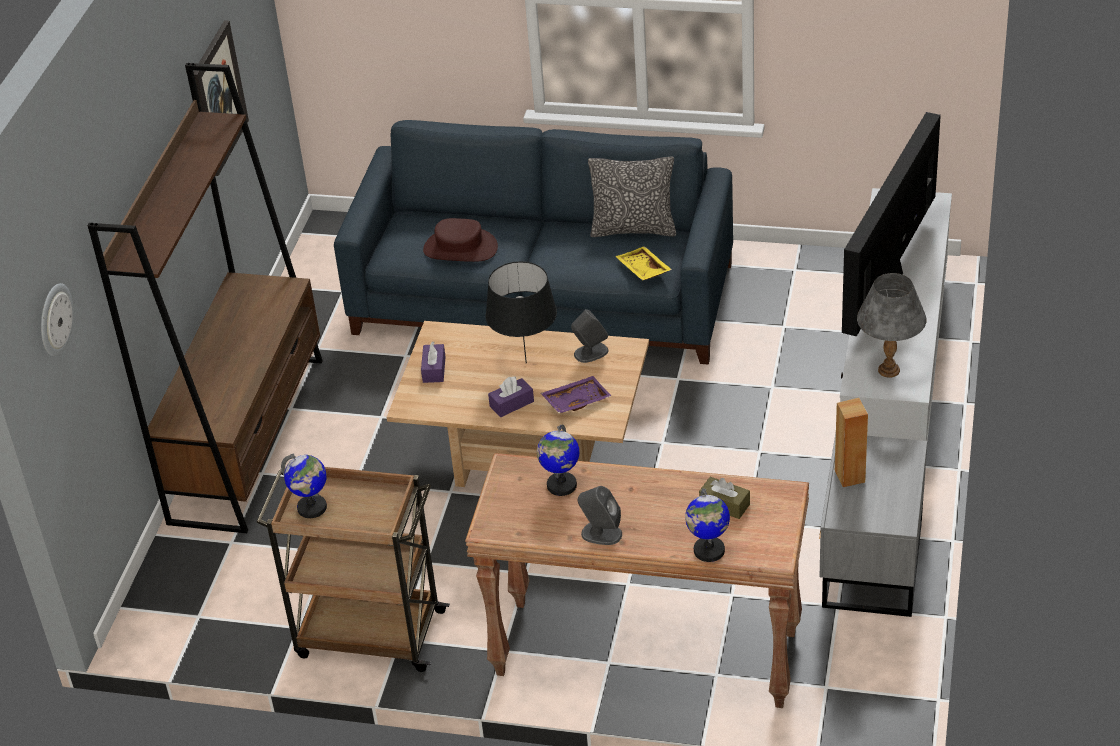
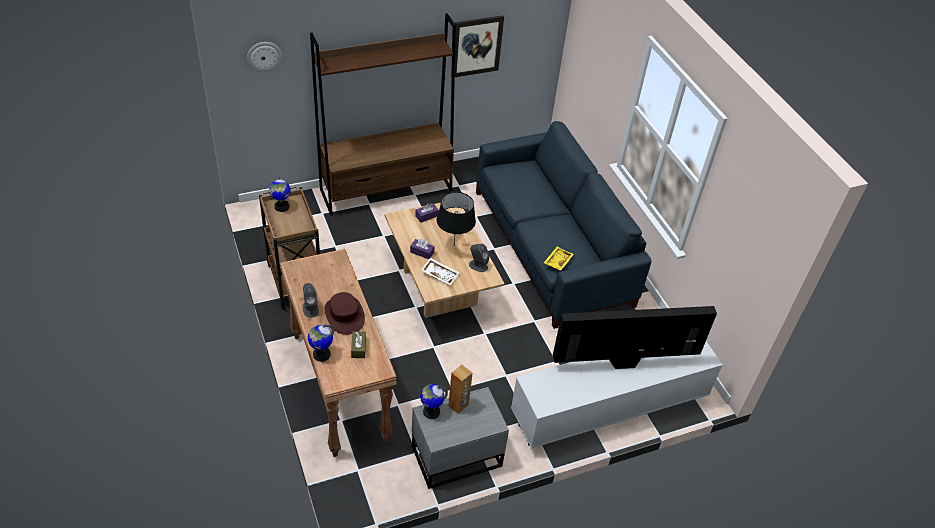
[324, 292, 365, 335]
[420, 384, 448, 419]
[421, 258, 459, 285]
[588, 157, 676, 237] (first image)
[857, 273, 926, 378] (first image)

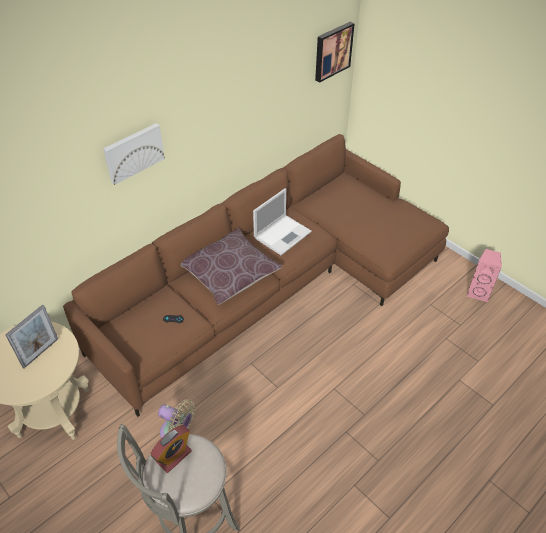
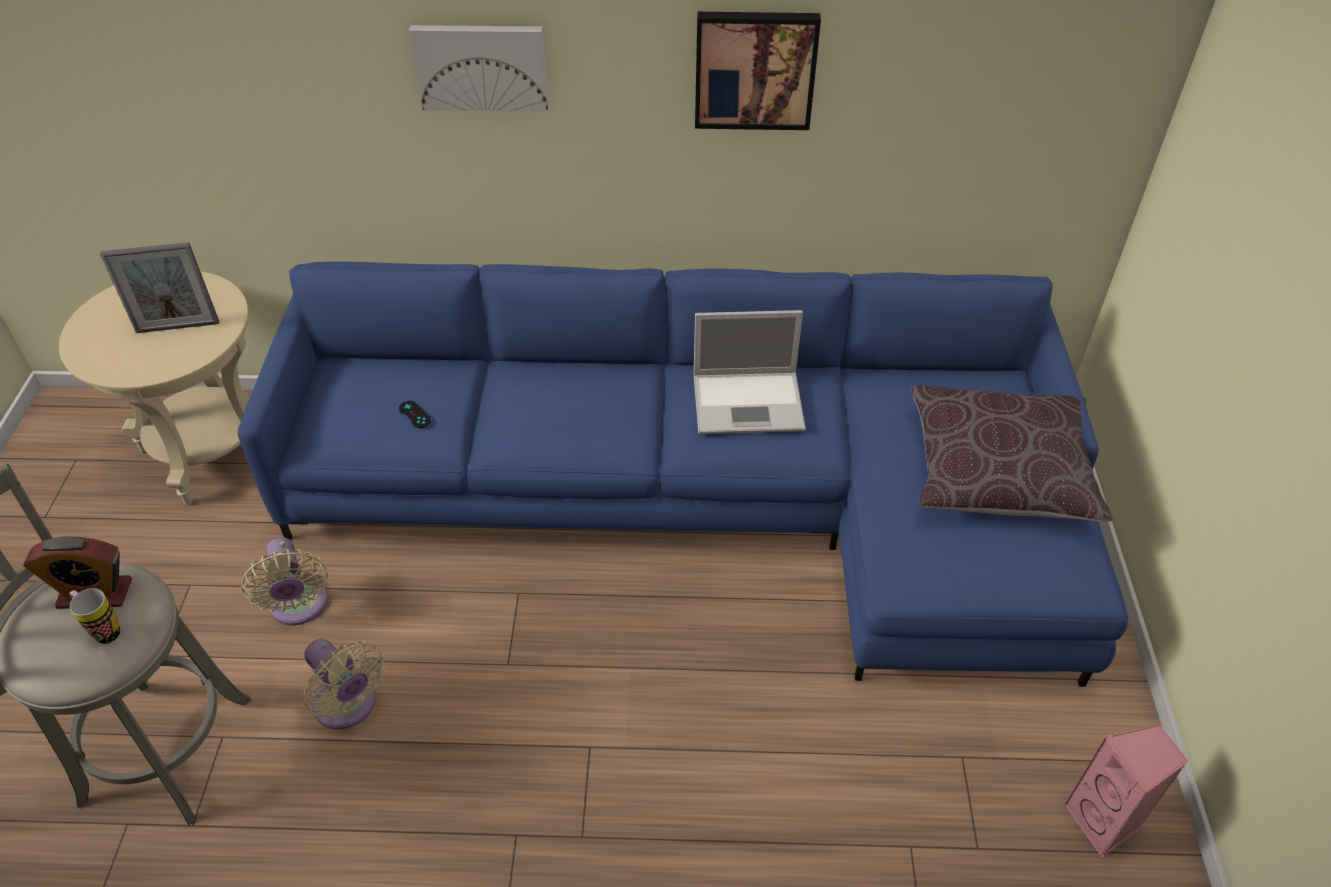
[69, 588, 120, 644]
[238, 262, 1128, 687]
[304, 639, 384, 730]
[695, 12, 821, 130]
[912, 385, 1113, 522]

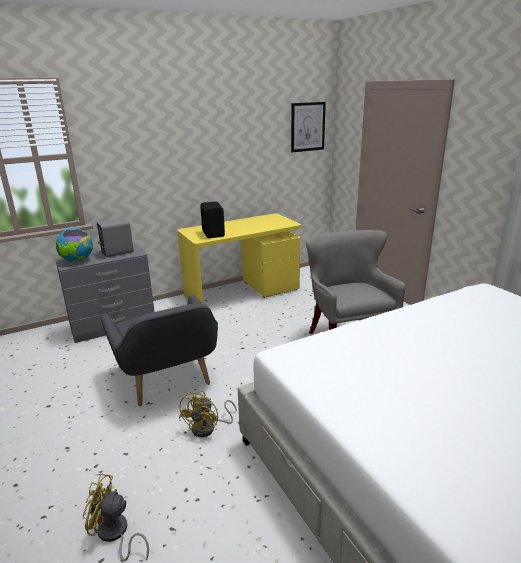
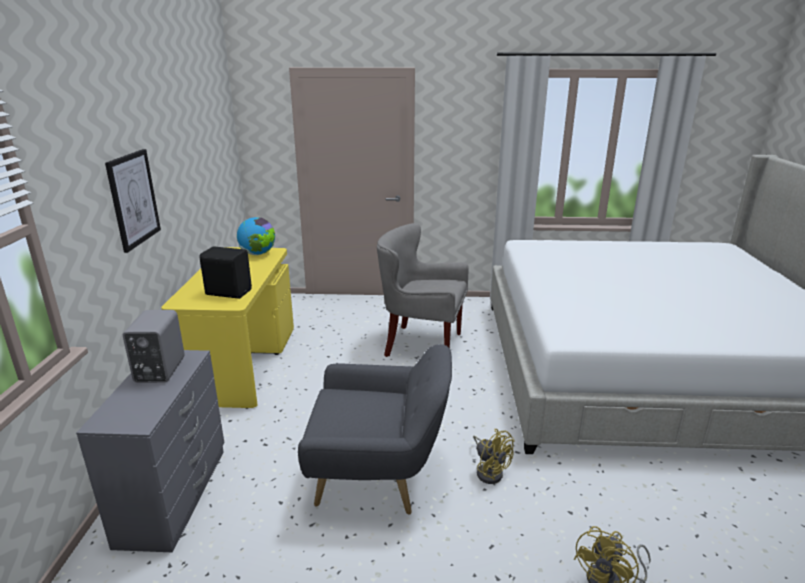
[105, 149, 161, 253]
[237, 217, 275, 255]

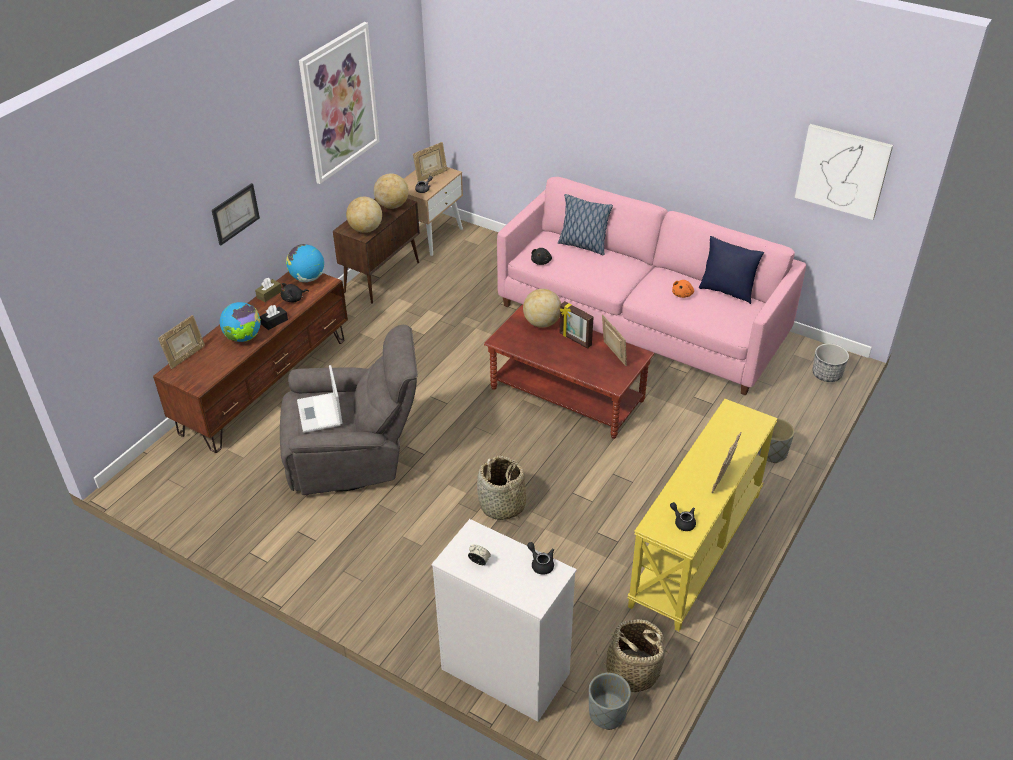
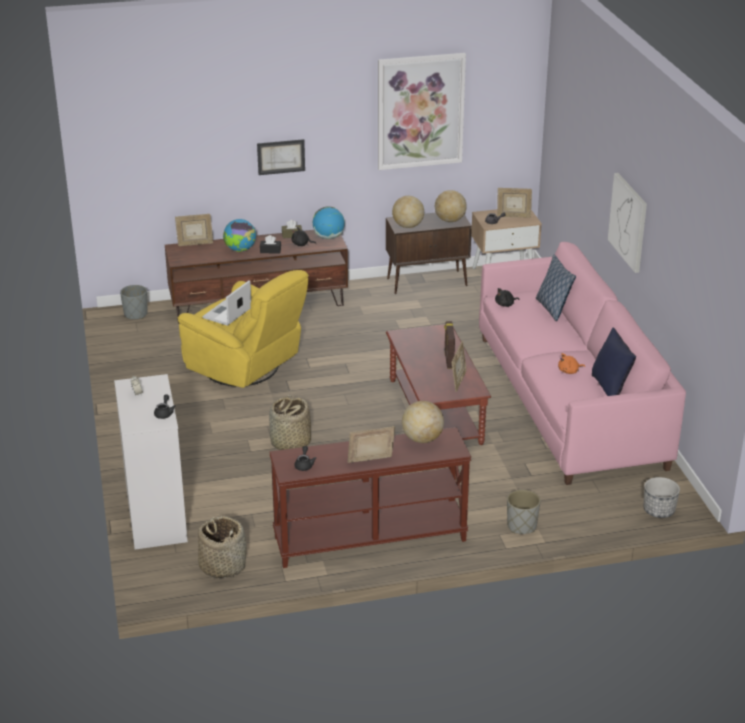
[120, 285, 148, 319]
[178, 270, 309, 388]
[270, 427, 471, 568]
[402, 401, 444, 443]
[608, 173, 647, 273]

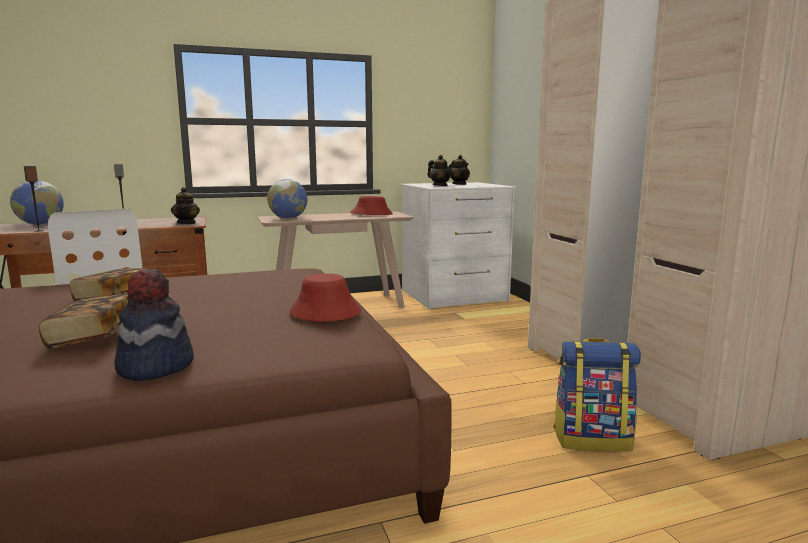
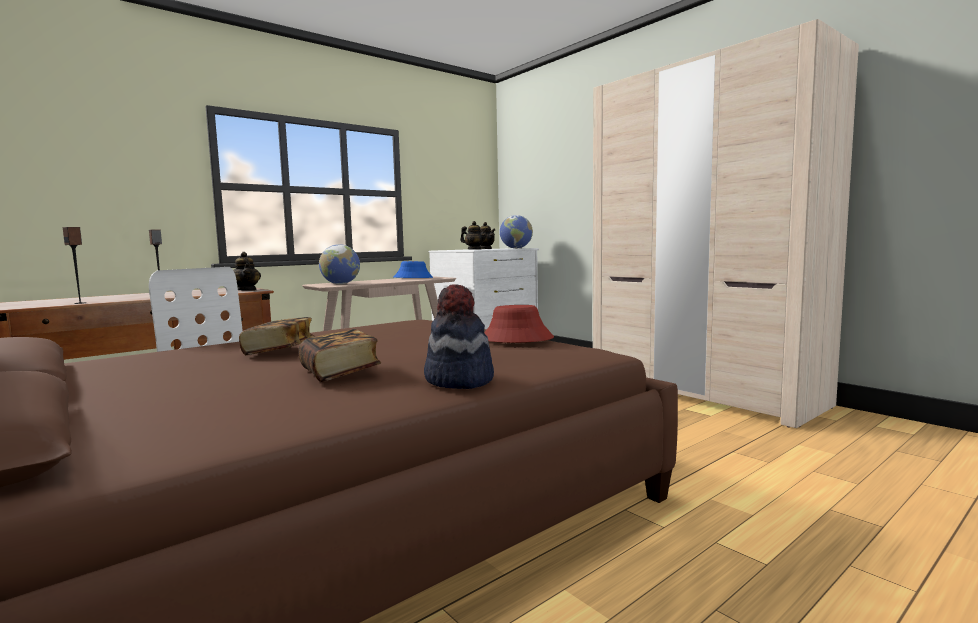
[394, 261, 433, 278]
[500, 215, 533, 249]
[553, 338, 641, 451] (first image)

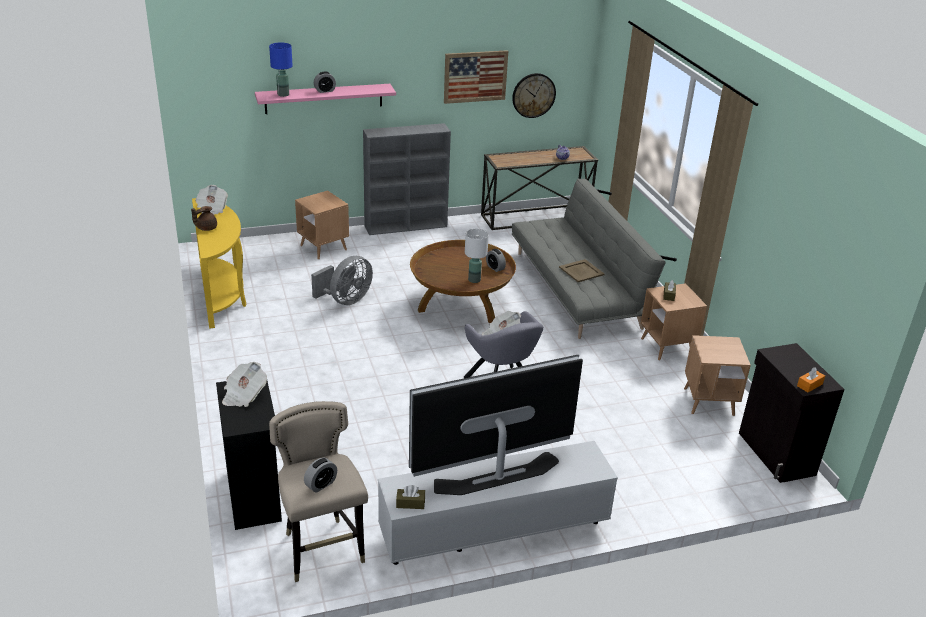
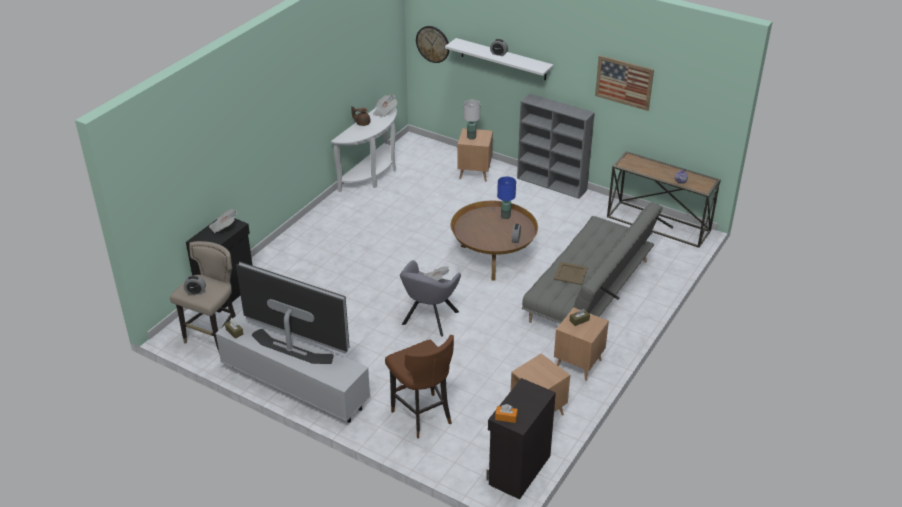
[331, 107, 397, 192]
[385, 335, 454, 438]
[416, 26, 450, 63]
[445, 38, 553, 80]
[464, 100, 480, 139]
[497, 176, 516, 219]
[311, 256, 373, 305] (first image)

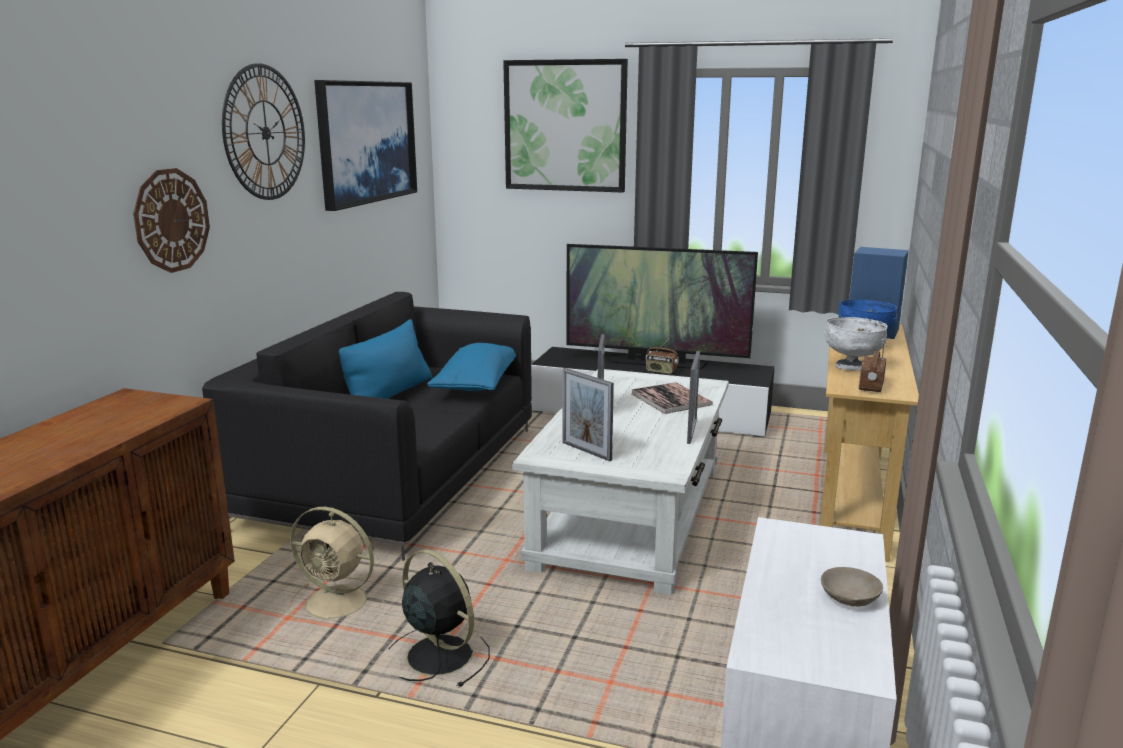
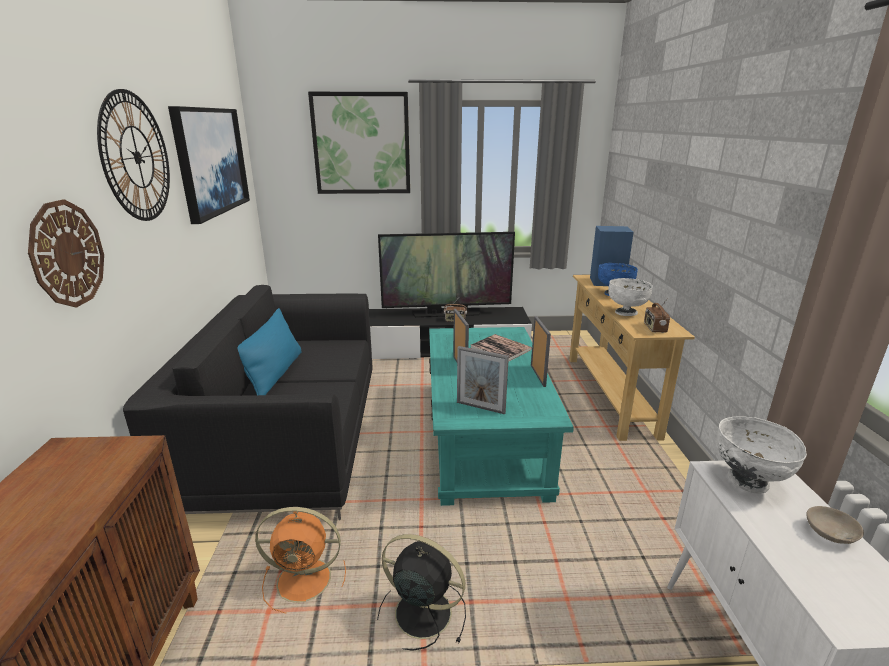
[255, 507, 346, 614]
[429, 327, 574, 506]
[717, 416, 807, 494]
[427, 343, 516, 391] (first image)

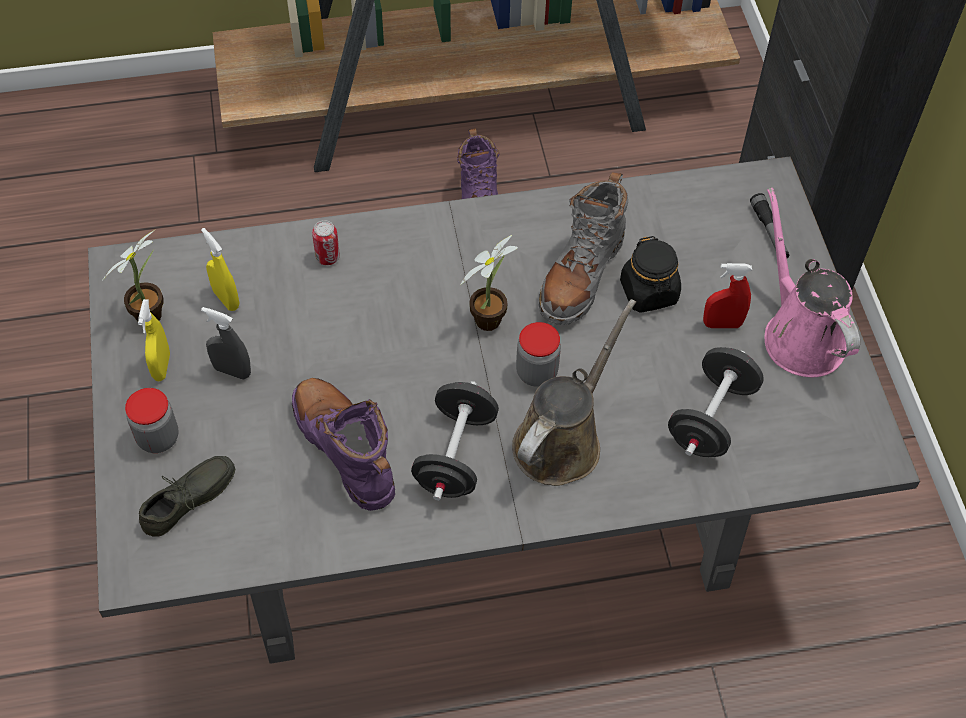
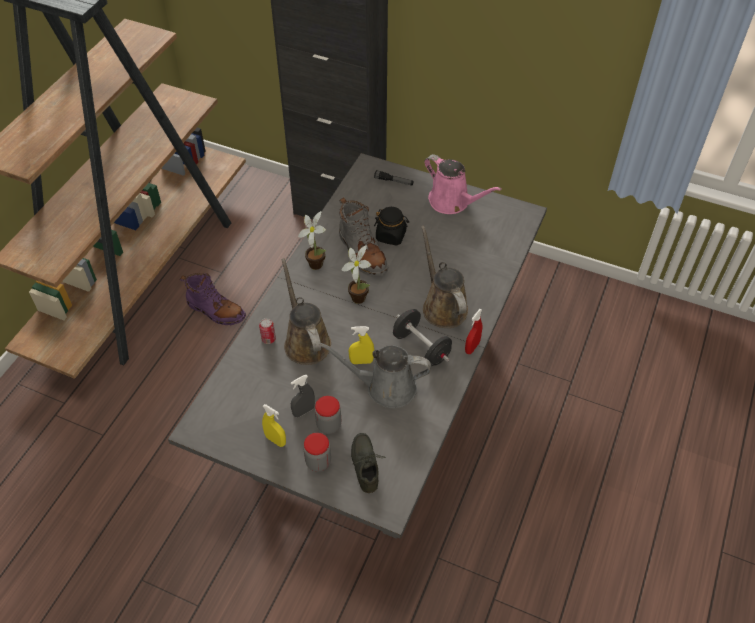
[281, 258, 331, 365]
[298, 211, 326, 270]
[315, 396, 341, 434]
[319, 343, 431, 409]
[349, 326, 374, 364]
[424, 154, 502, 214]
[465, 309, 482, 354]
[668, 347, 764, 457] (first image)

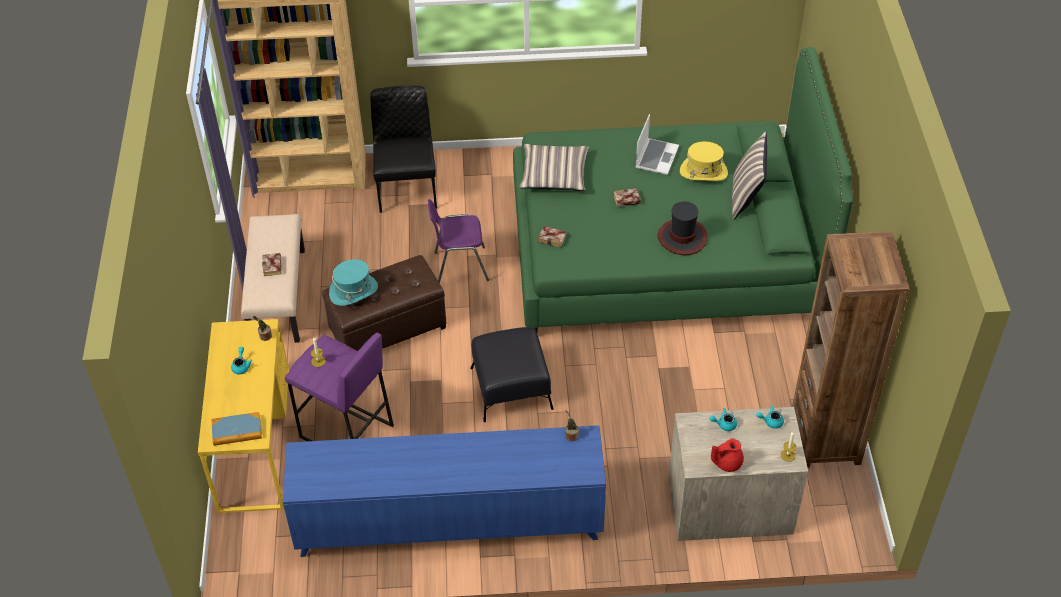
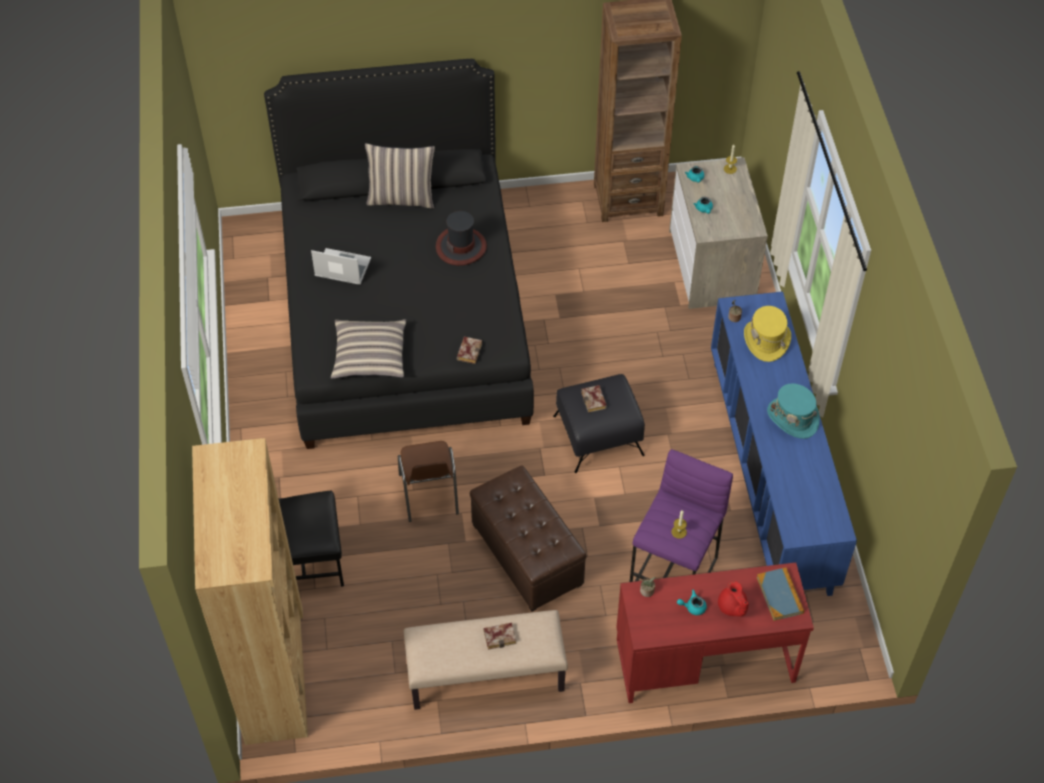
[264, 59, 534, 449]
[398, 441, 459, 522]
[581, 385, 607, 413]
[616, 562, 814, 703]
[718, 581, 749, 616]
[744, 306, 791, 362]
[767, 383, 820, 439]

